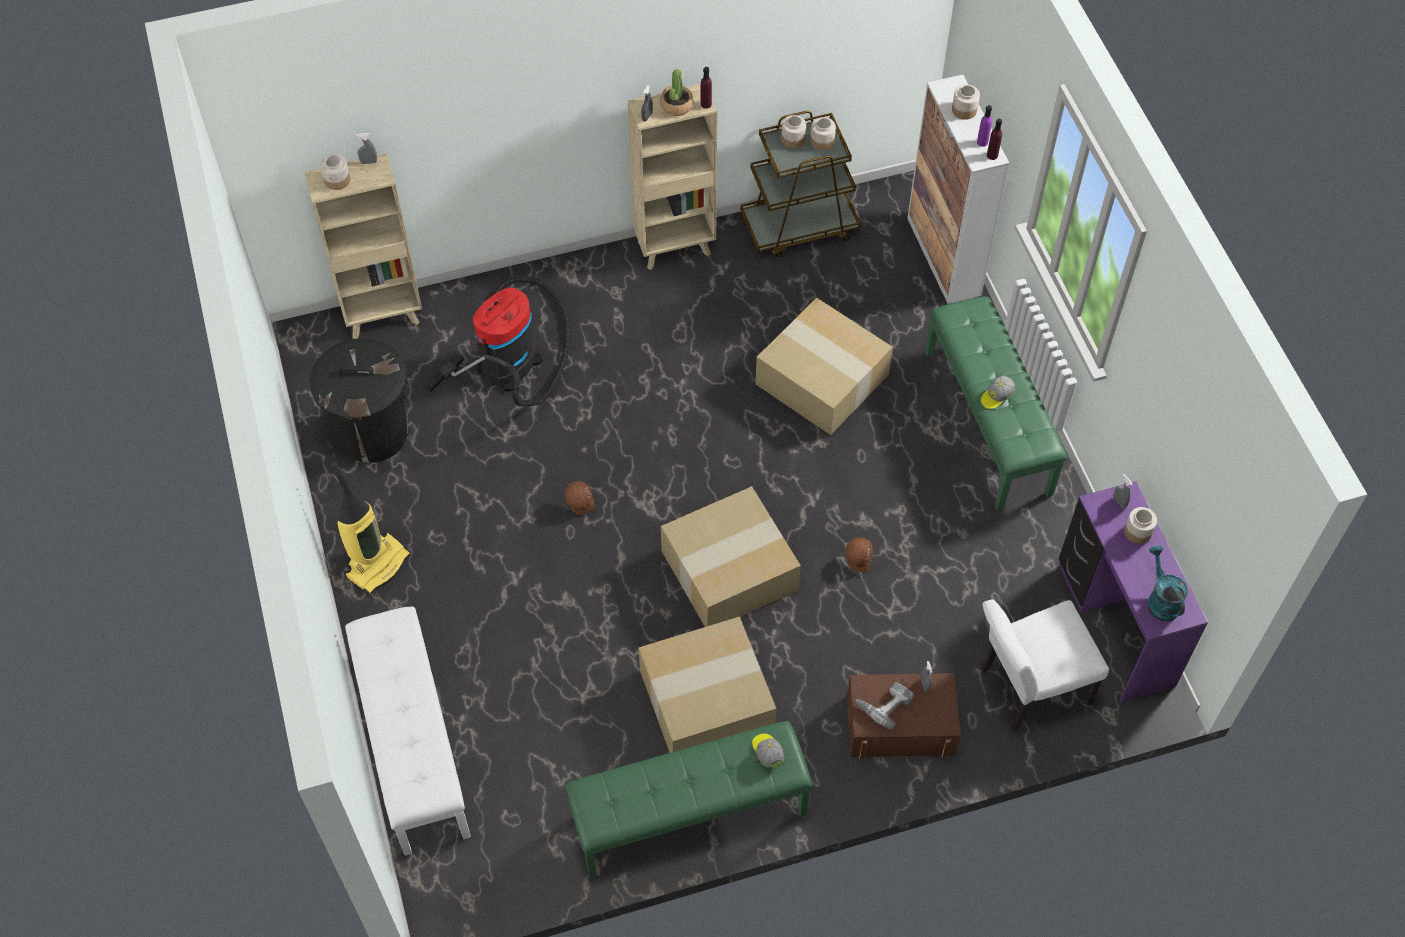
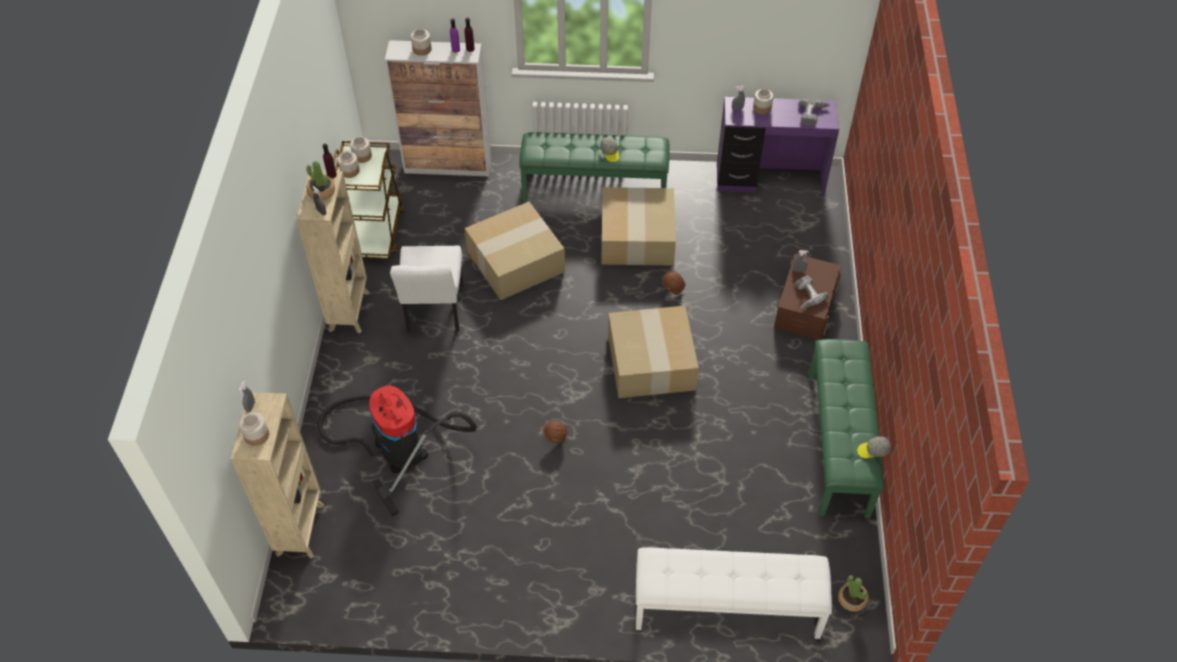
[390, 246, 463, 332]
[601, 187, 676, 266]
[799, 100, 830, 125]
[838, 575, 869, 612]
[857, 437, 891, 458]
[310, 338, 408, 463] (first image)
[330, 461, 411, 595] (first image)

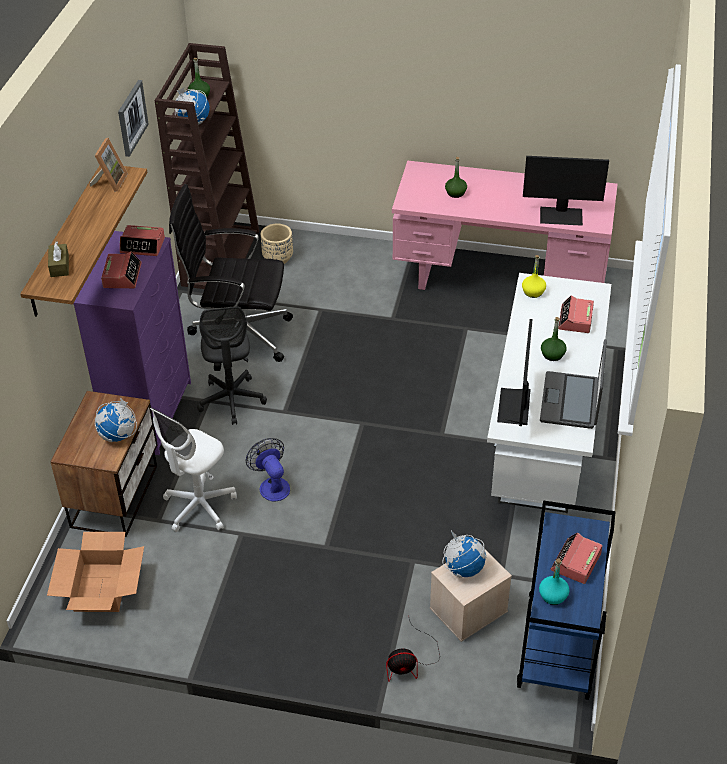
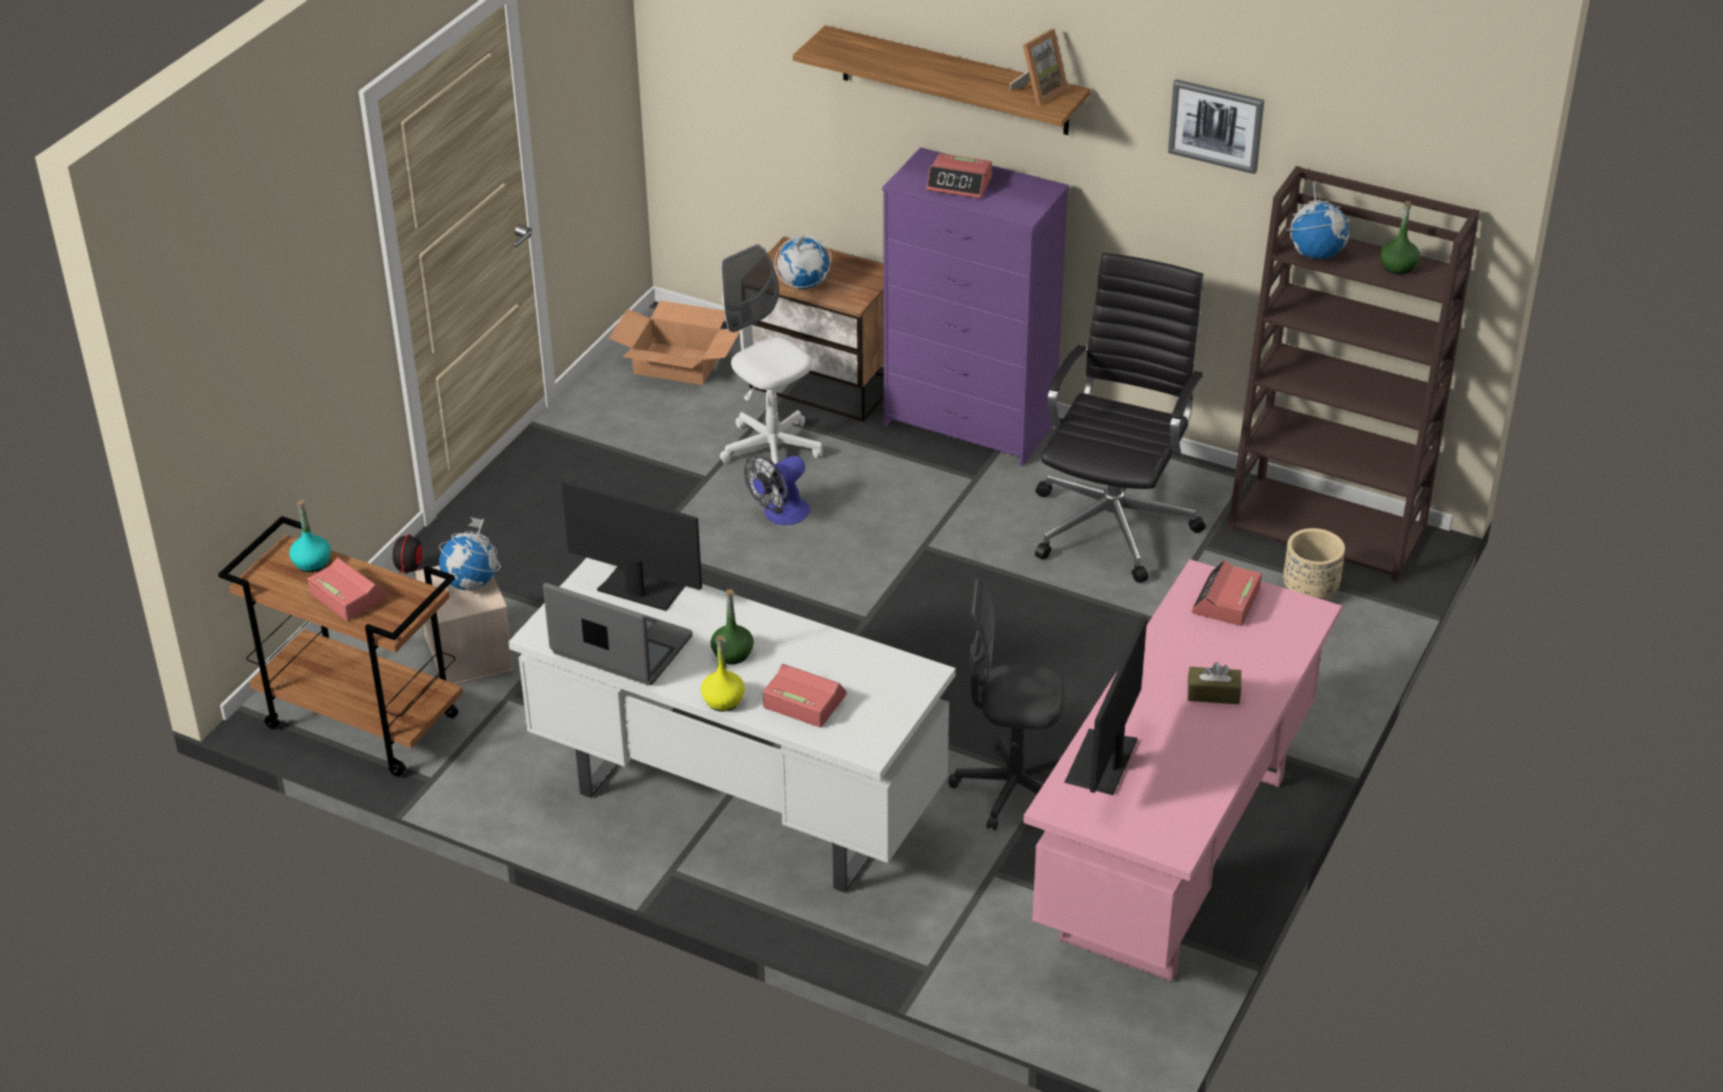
[218, 516, 463, 777]
[701, 635, 745, 712]
[744, 455, 810, 525]
[948, 578, 1064, 830]
[1010, 29, 1068, 105]
[1188, 662, 1241, 704]
[1191, 560, 1262, 626]
[445, 157, 467, 198] (first image)

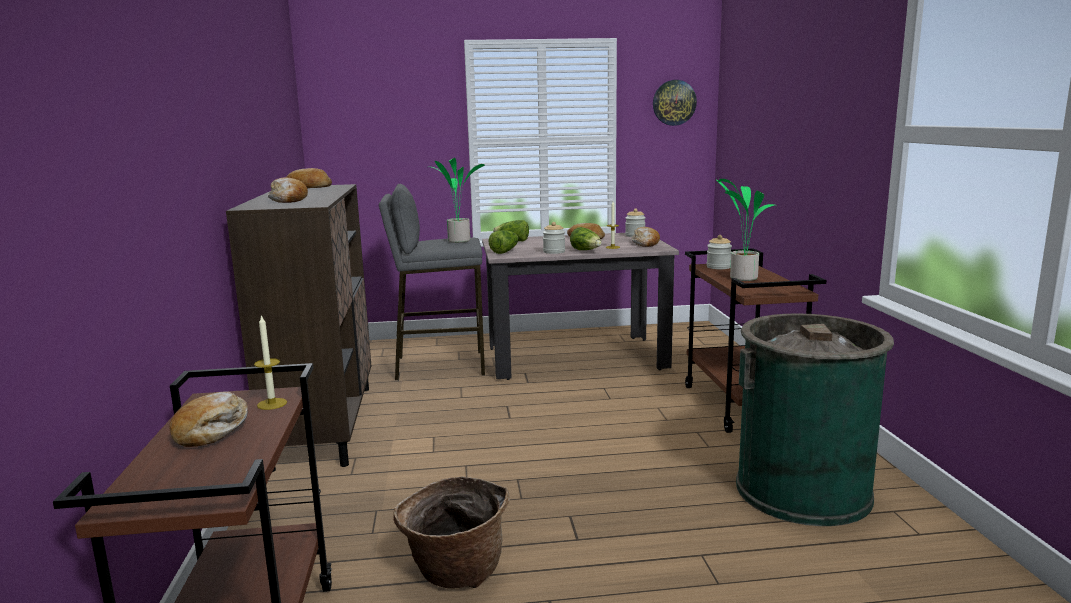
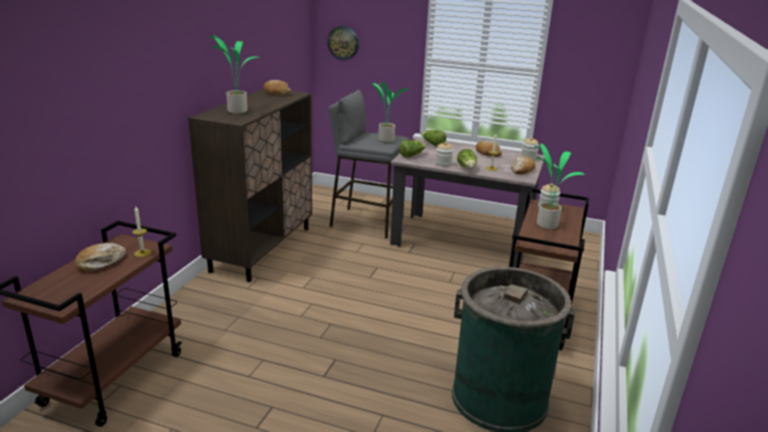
[209, 36, 259, 114]
[327, 26, 359, 61]
[393, 476, 510, 589] (first image)

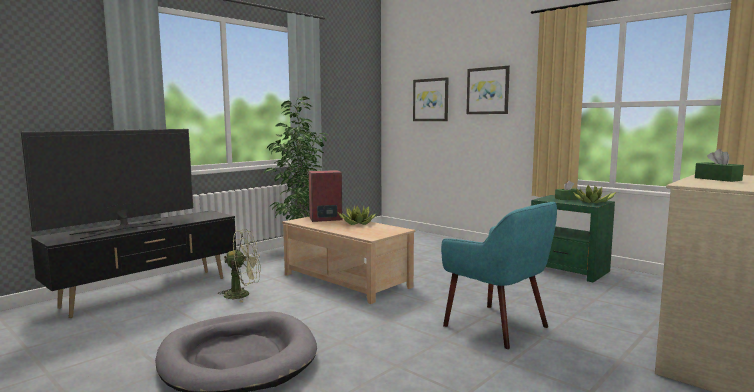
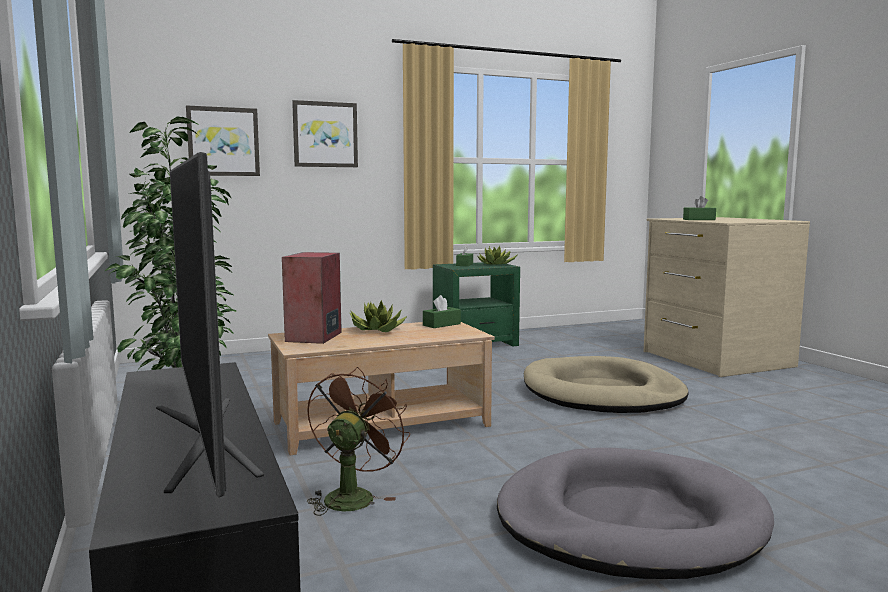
[307, 367, 410, 516]
[423, 295, 461, 328]
[524, 356, 689, 413]

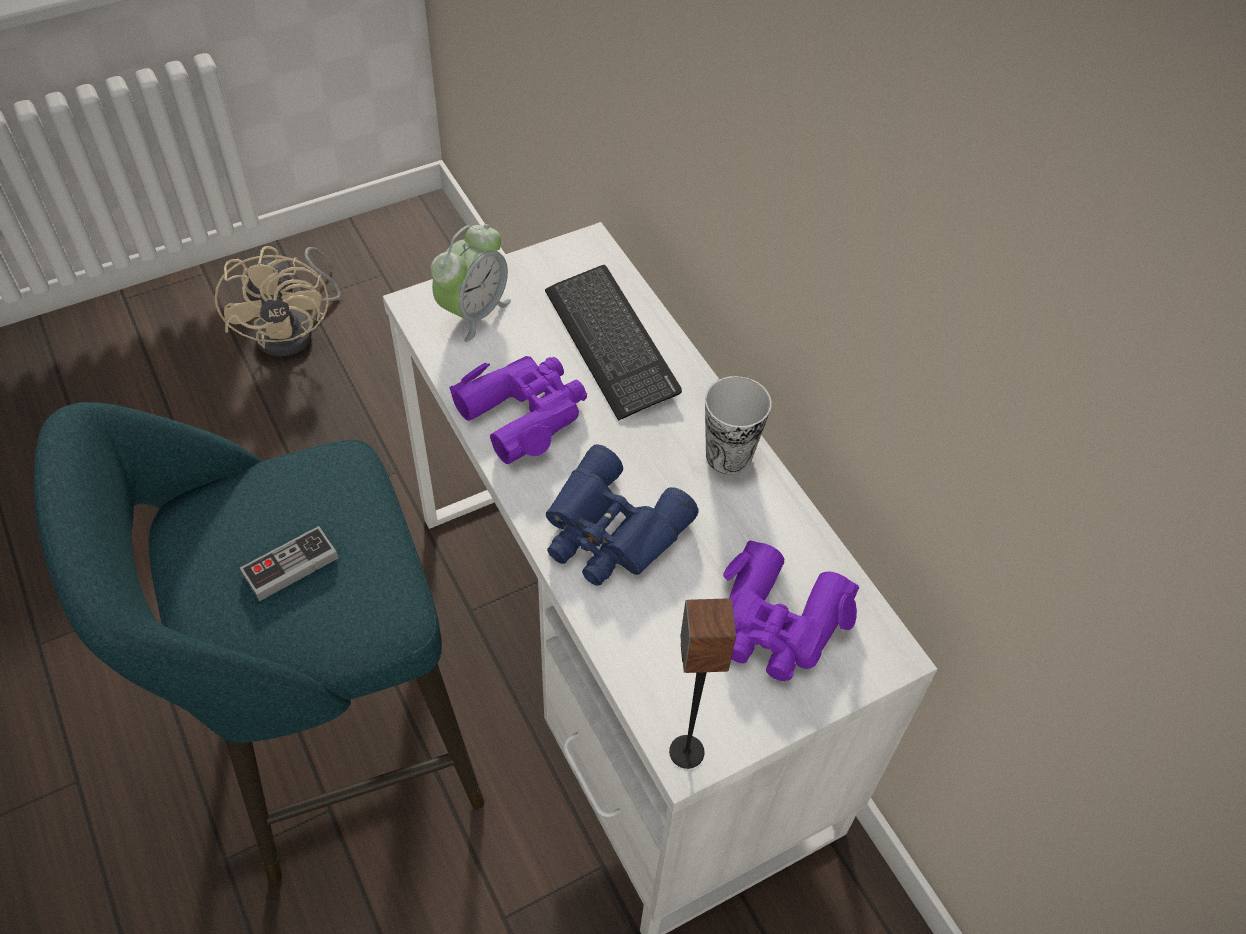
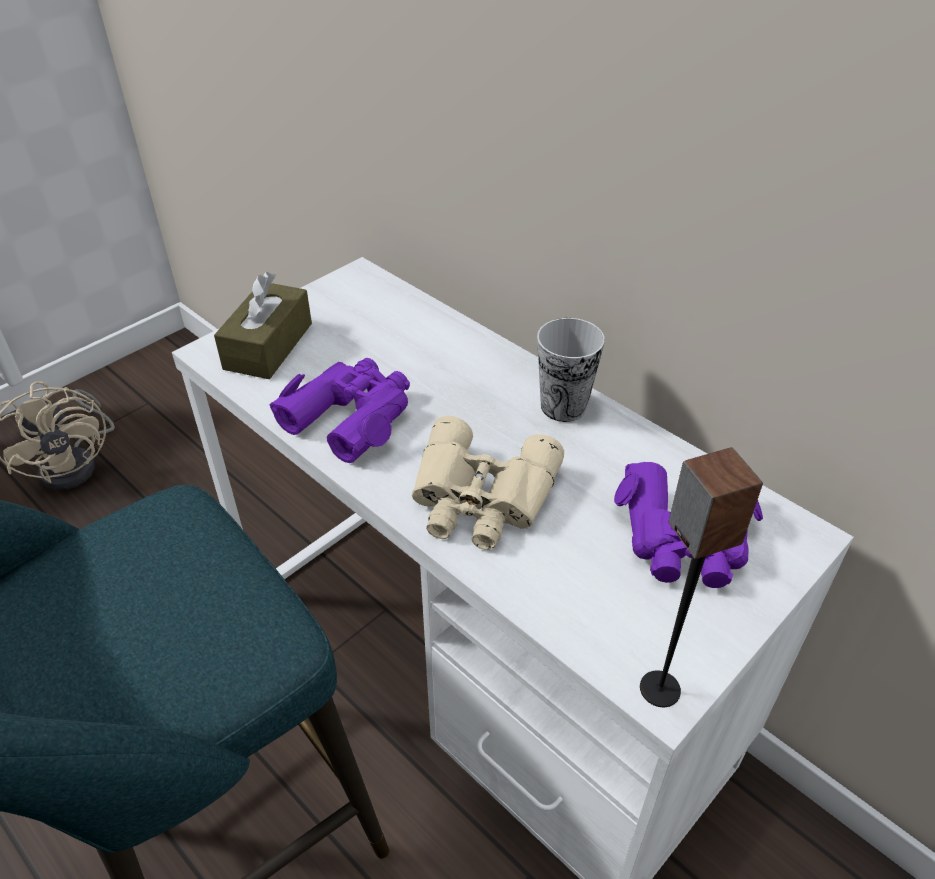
[214, 272, 312, 379]
[412, 415, 564, 550]
[240, 526, 338, 601] (first image)
[545, 265, 682, 421] (first image)

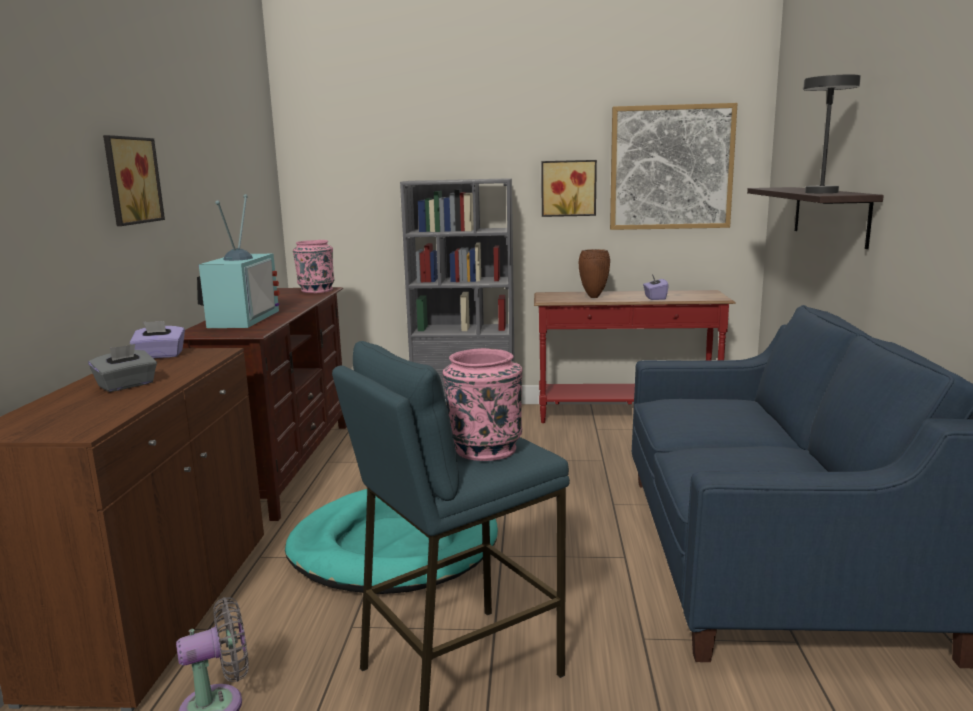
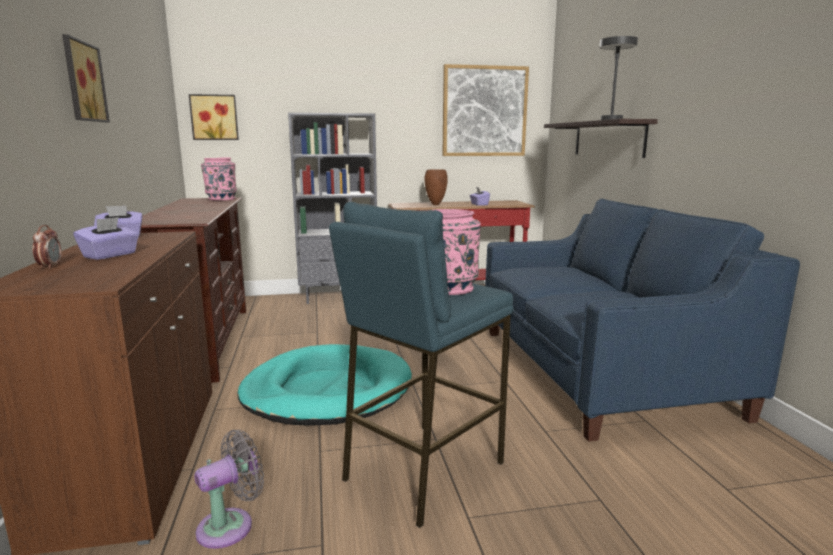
[33, 225, 62, 269]
[73, 217, 139, 260]
[189, 94, 239, 140]
[197, 194, 280, 328] (first image)

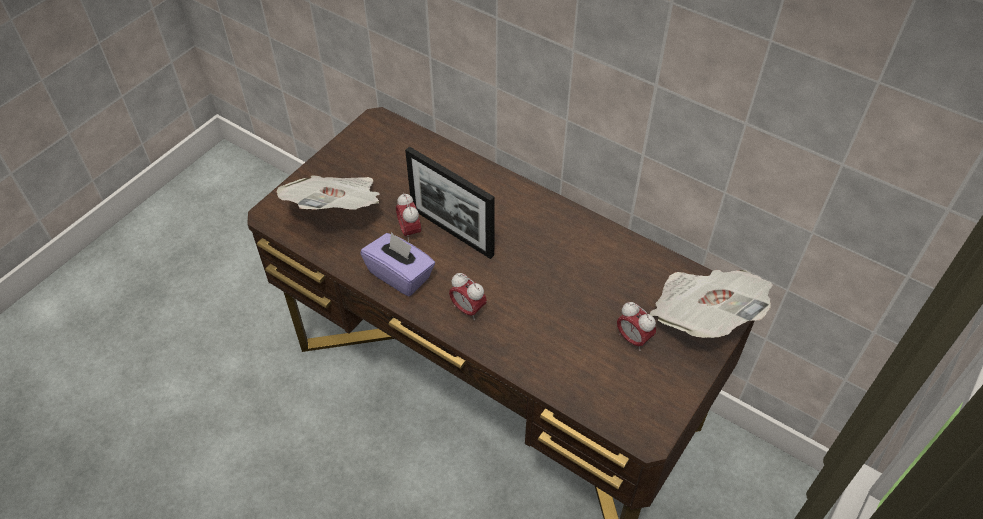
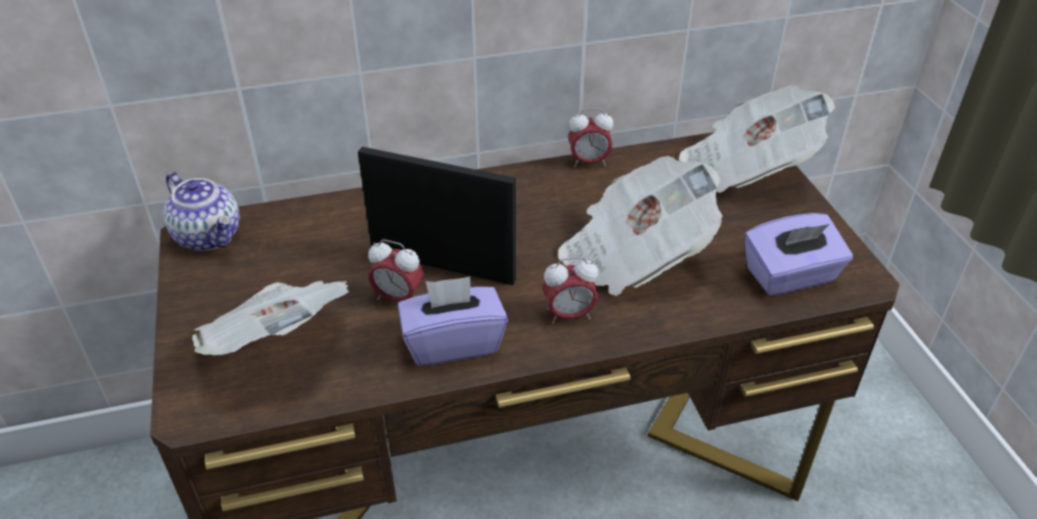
[163, 172, 240, 251]
[358, 147, 516, 285]
[558, 156, 722, 296]
[568, 108, 614, 167]
[744, 213, 853, 296]

